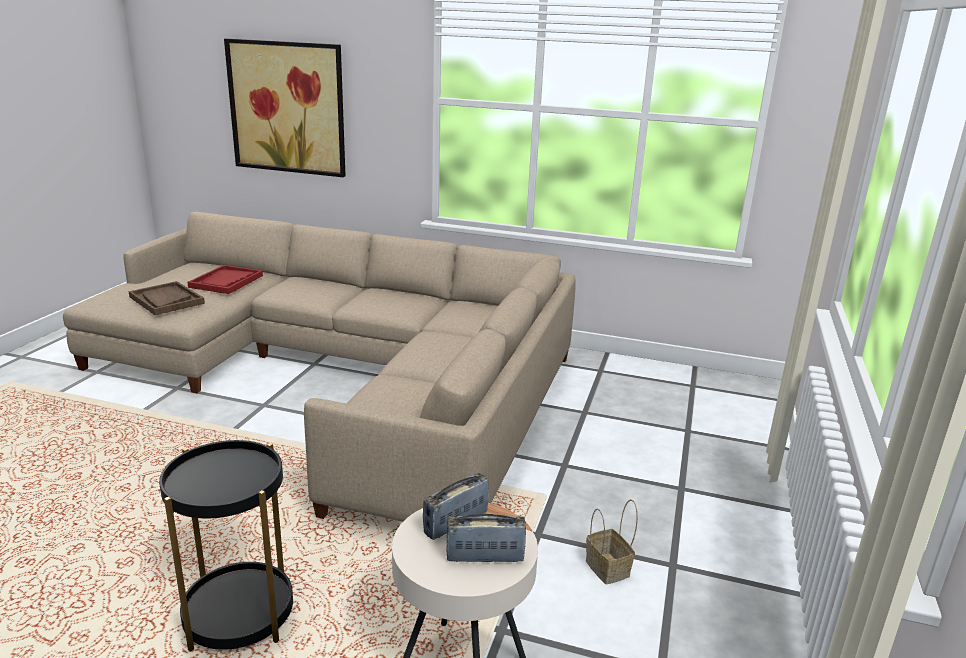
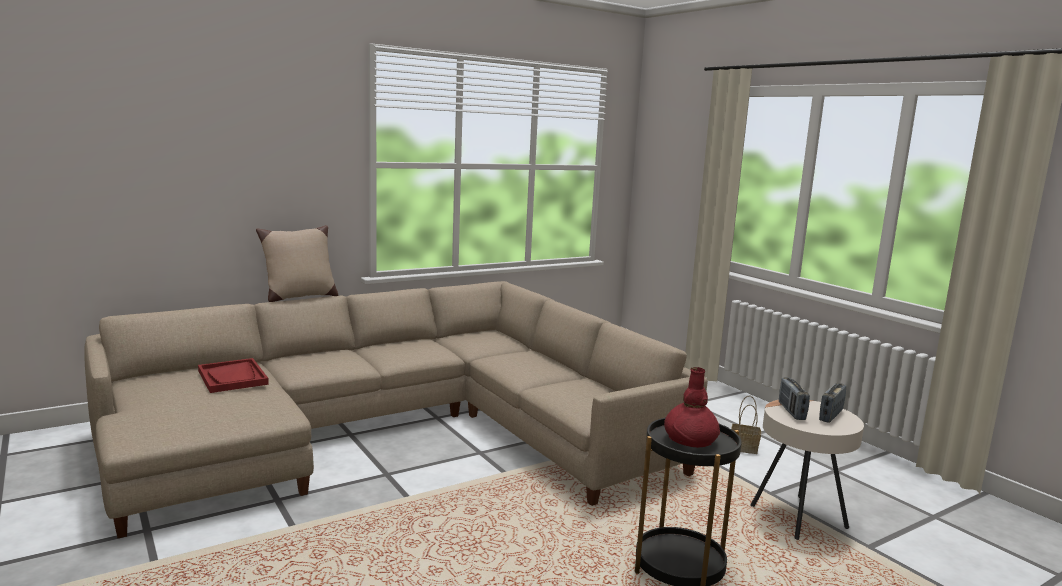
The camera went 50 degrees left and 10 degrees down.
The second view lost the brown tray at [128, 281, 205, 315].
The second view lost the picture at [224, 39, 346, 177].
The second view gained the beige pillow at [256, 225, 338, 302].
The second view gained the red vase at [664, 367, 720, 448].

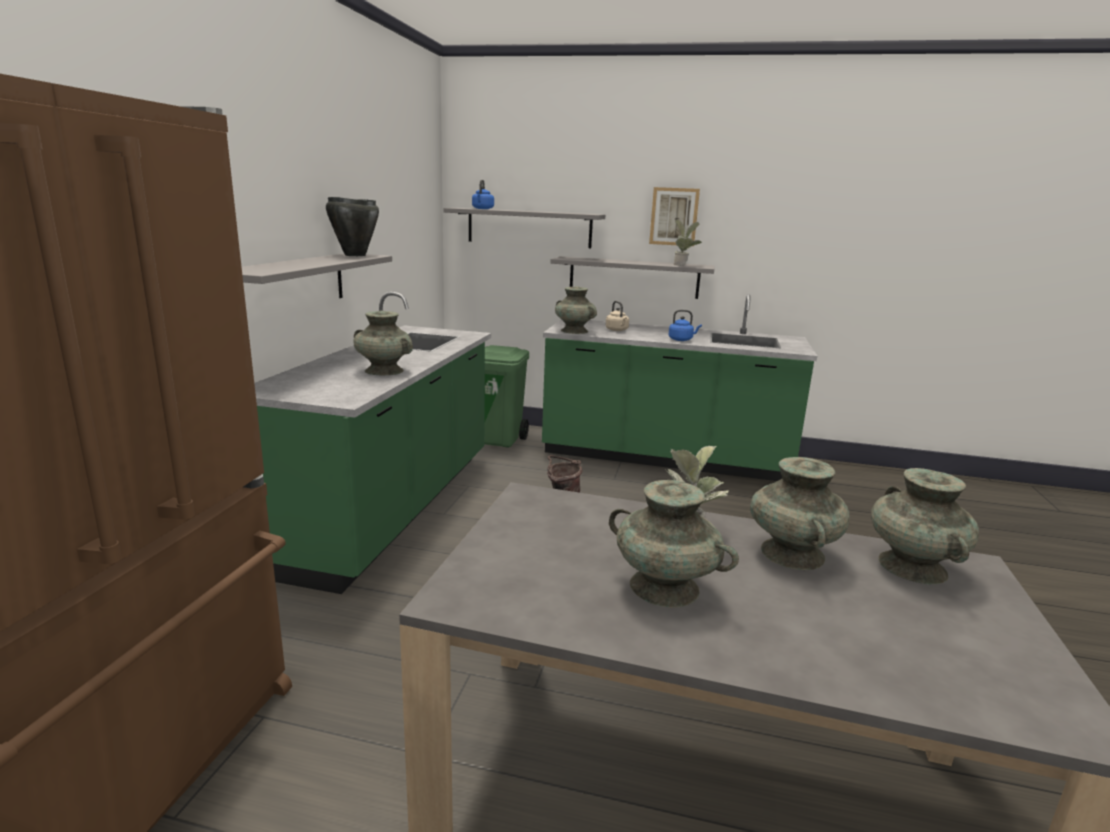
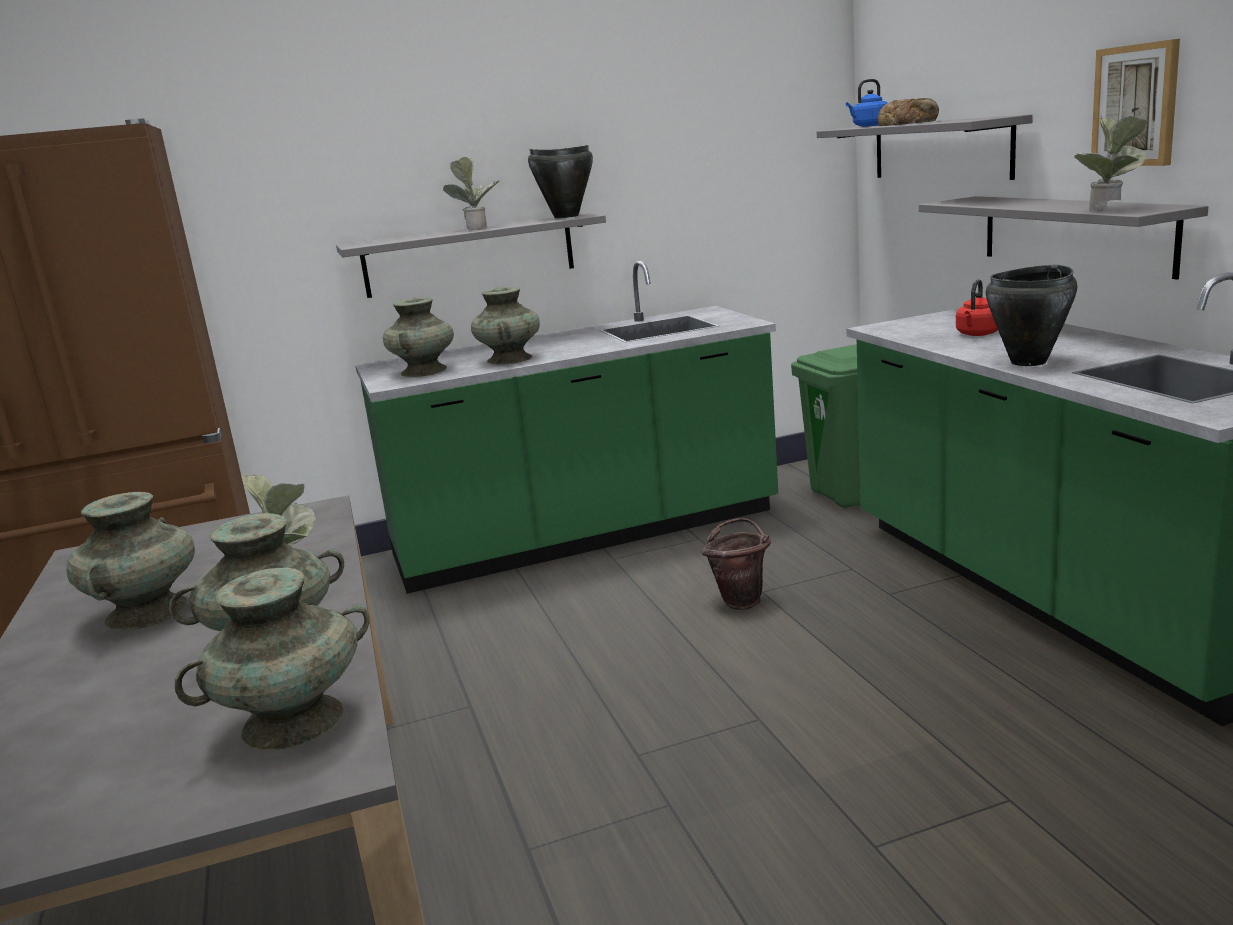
The camera went 60 degrees right and 0 degrees up.
The turquoise vase ended up elsewhere, having gone from [555, 286, 597, 334] to [383, 298, 454, 377].
What was the beige kettle at [606, 301, 629, 331] turned into the red kettle at [956, 279, 998, 336].
Where the blue kettle stood at [669, 310, 702, 341], the black cooking pot came to stand at [986, 265, 1077, 366].
The second view gained the potted plant at [443, 157, 499, 230].
The second view gained the bread at [878, 98, 939, 126].

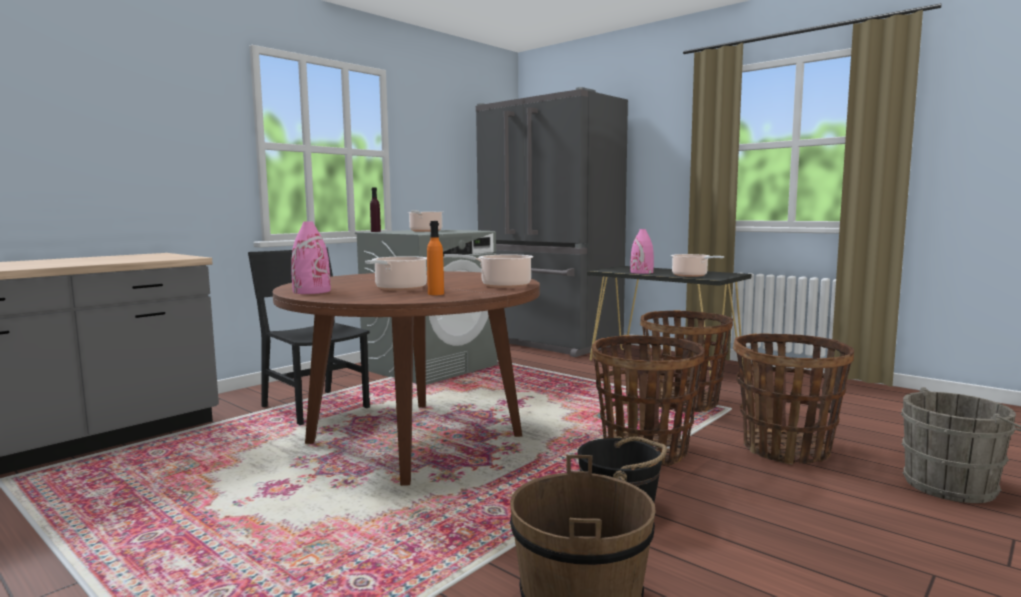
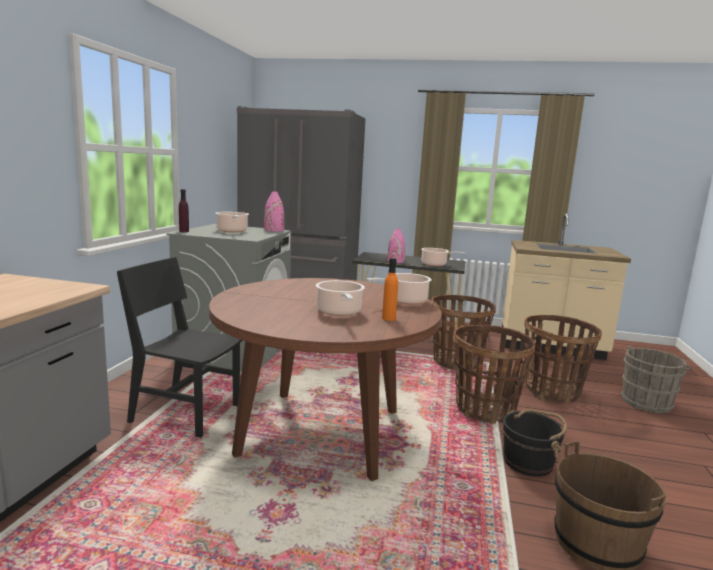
The camera went 30 degrees left and 5 degrees up.
The pink vase ended up elsewhere, having gone from [291, 221, 331, 294] to [264, 191, 284, 232].
The second view gained the beige counter at [502, 213, 631, 360].

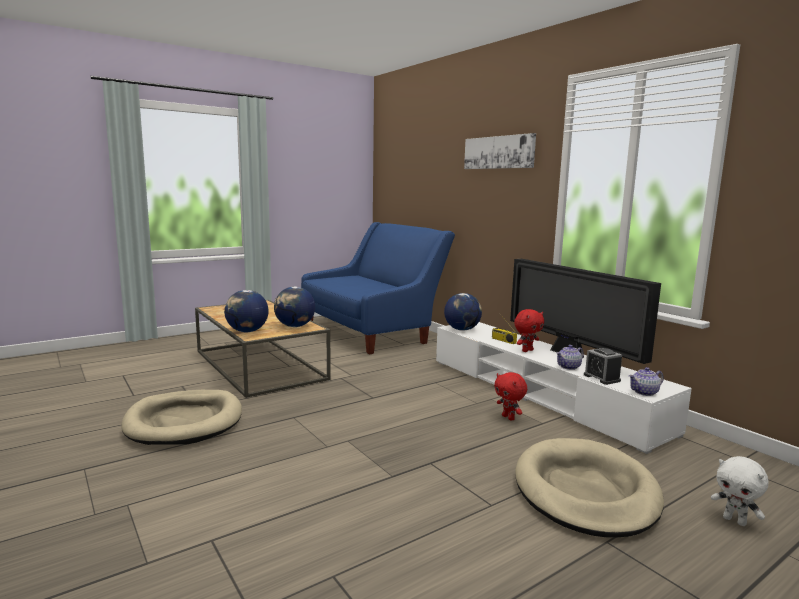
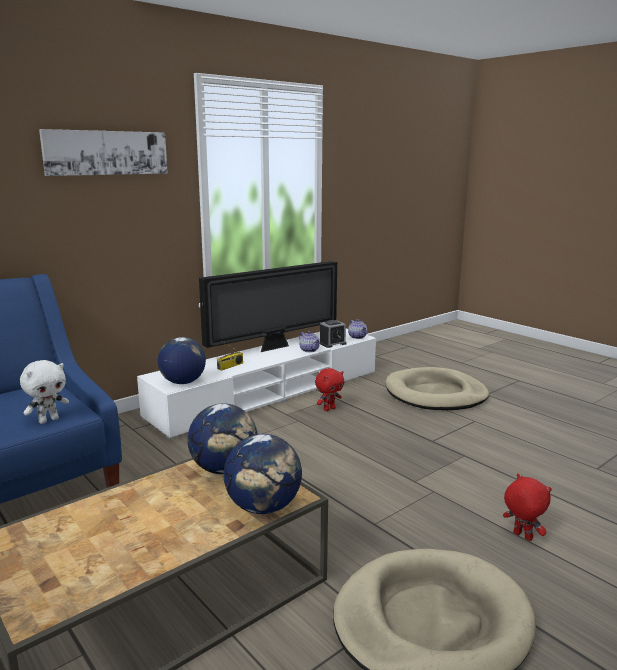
The camera went 95 degrees left and 5 degrees up.
The red plush toy ended up elsewhere, having gone from [514, 309, 544, 352] to [503, 474, 552, 541].
The white plush toy ended up elsewhere, having gone from [711, 456, 768, 526] to [20, 360, 69, 424].

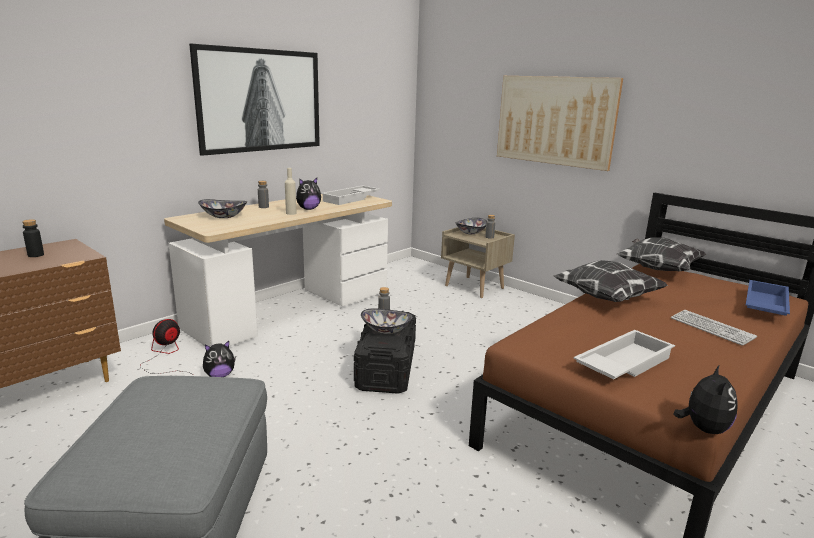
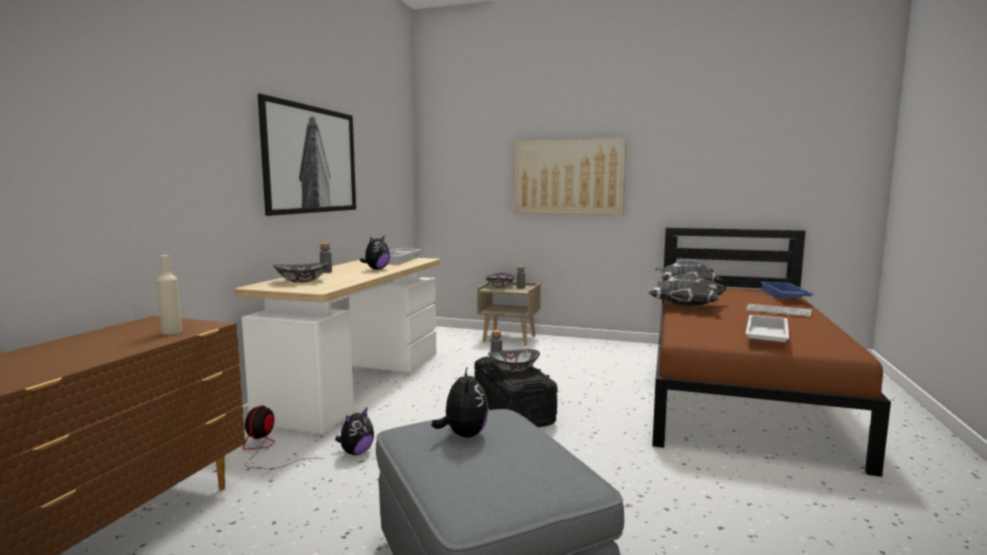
The camera went 25 degrees left and 10 degrees down.
The second view lost the black bottle at [22, 219, 44, 257].
The beige bottle ended up elsewhere, having gone from [285, 168, 297, 215] to [157, 255, 182, 335].
The plush toy ended up elsewhere, having gone from [673, 364, 738, 434] to [432, 368, 488, 438].

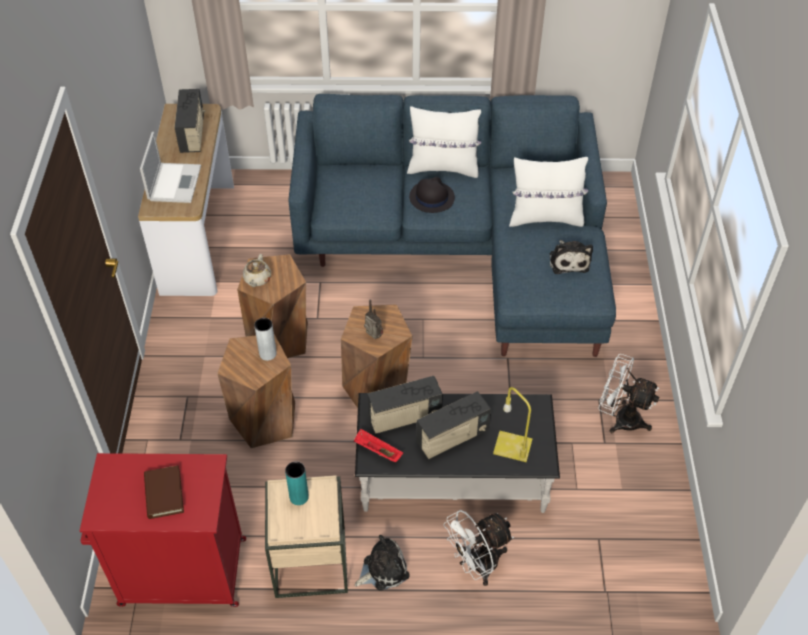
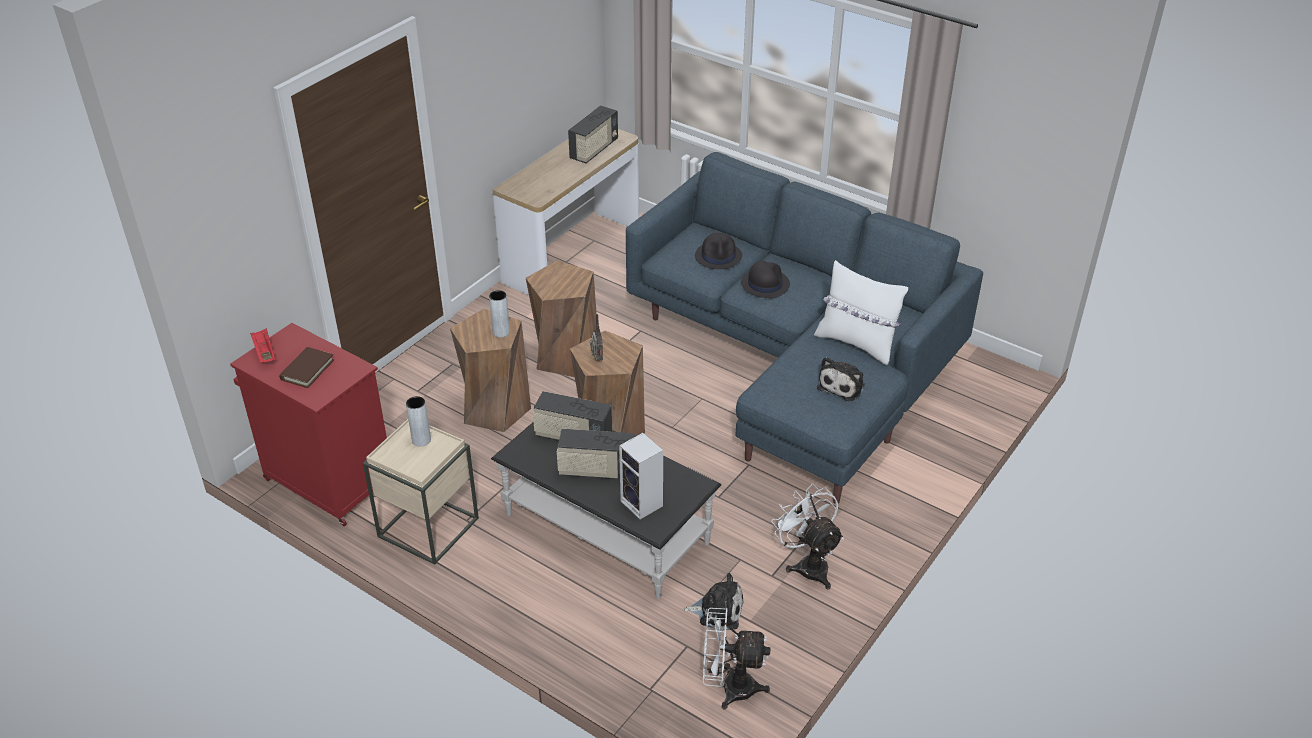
The camera went 35 degrees right and 10 degrees down.
The second view lost the laptop at [140, 132, 201, 203].
The second view lost the beige teapot at [243, 254, 271, 287].
What was the turquoise vase at [285, 462, 309, 505] turned into the grey vase at [406, 396, 431, 447].
The red tray ended up elsewhere, having gone from [354, 429, 403, 462] to [250, 328, 275, 363].
The plush toy ended up elsewhere, having gone from [355, 535, 410, 591] to [683, 573, 744, 630].
The second view lost the white pillow at [407, 106, 481, 178].
The white fan ended up elsewhere, having gone from [443, 510, 514, 586] to [703, 608, 771, 709].
Where the yellow table lamp stood at [493, 387, 533, 462], the speaker came to stand at [619, 433, 663, 519].
The second view gained the black hat at [695, 233, 742, 269].

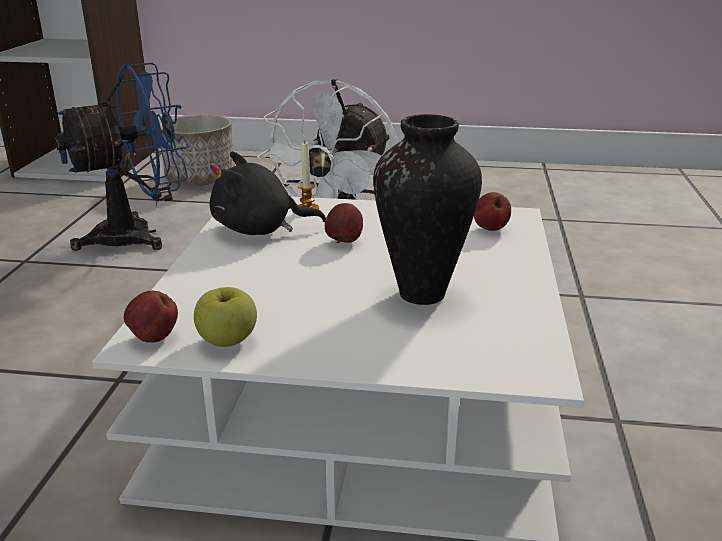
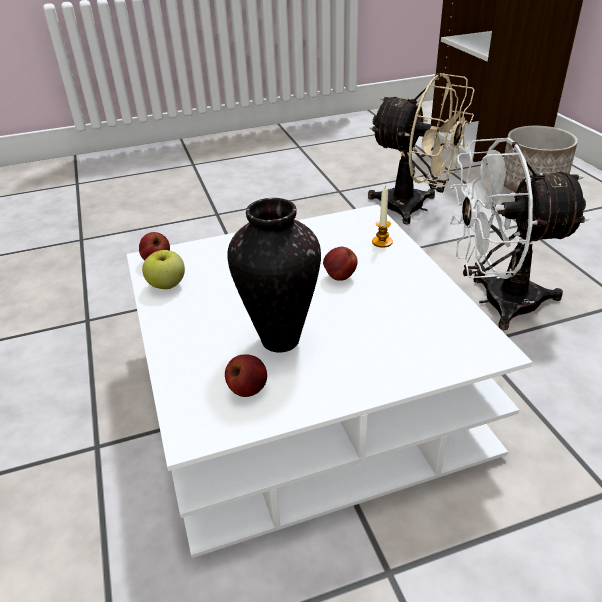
The camera went 65 degrees right and 10 degrees up.
What was the blue fan at [55, 63, 189, 251] turned into the beige fan at [368, 73, 474, 224].
The second view lost the black plush toy at [210, 152, 326, 235].
The apple ended up elsewhere, having gone from [474, 192, 511, 231] to [225, 354, 267, 397].

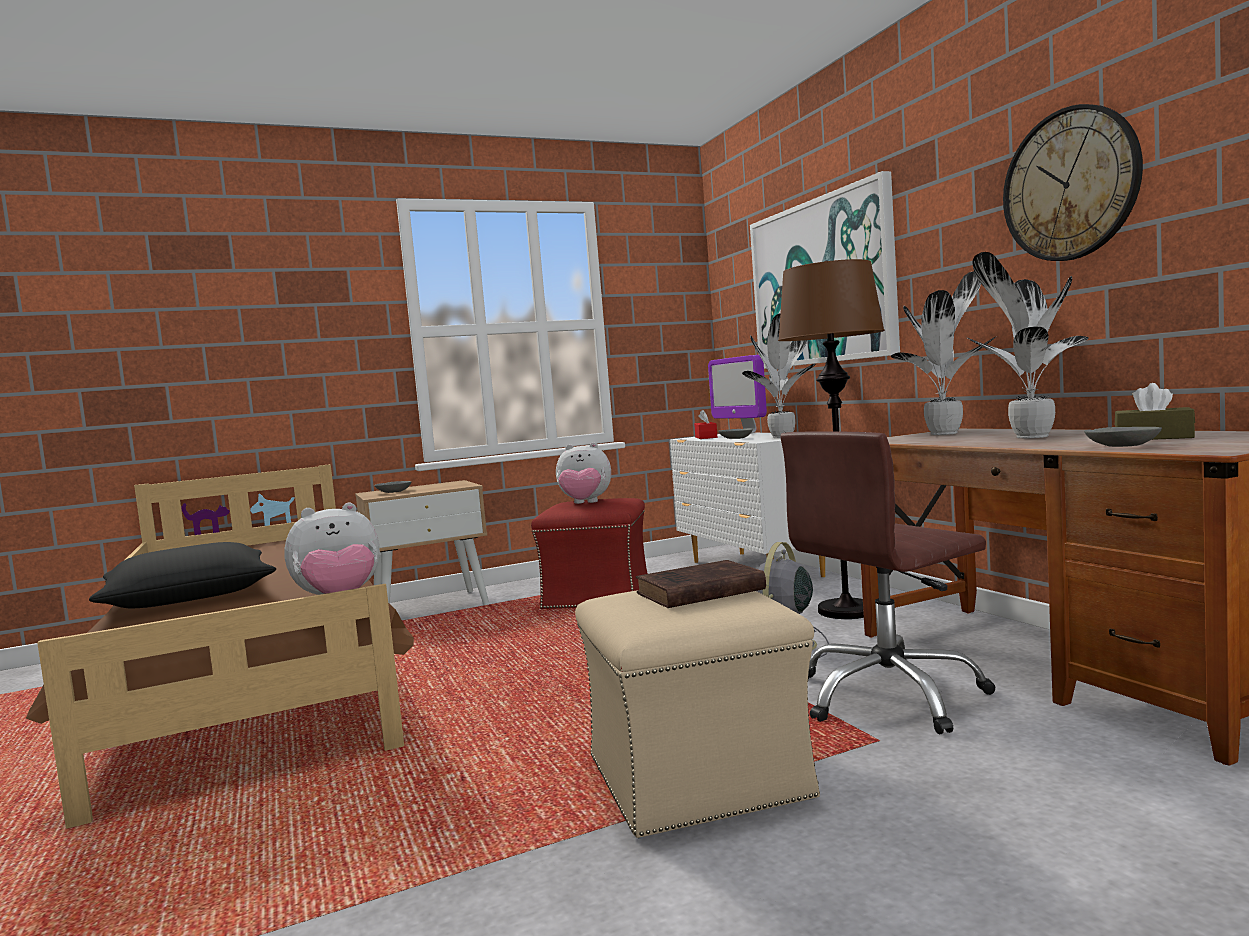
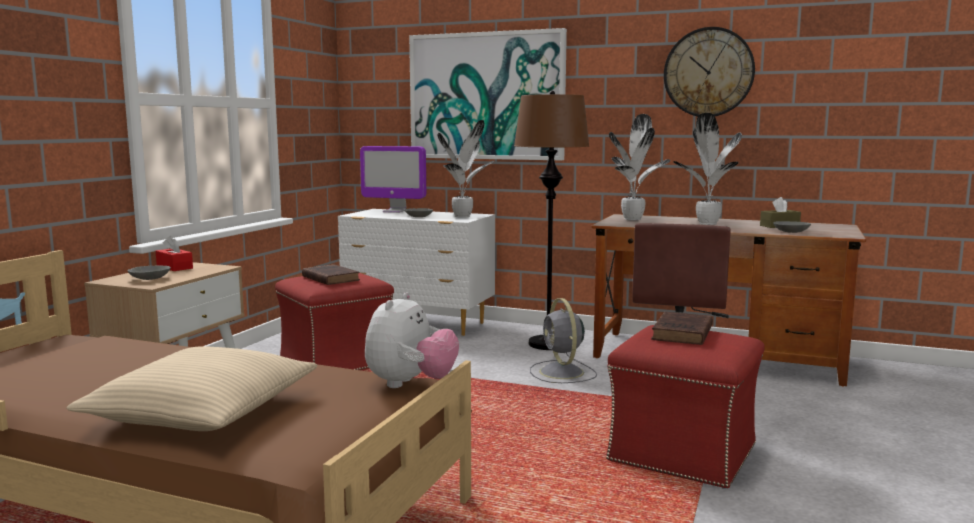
The camera went 45 degrees left and 5 degrees up.
What was the black pillow at [89, 542, 276, 608] turned into the beige pillow at [66, 346, 317, 431].
Where the plush toy stood at [556, 442, 611, 504], the brown book came to stand at [302, 264, 360, 285].
What was the beige ottoman at [575, 590, 820, 839] turned into the red ottoman at [606, 325, 765, 489].
The red tissue box ended up elsewhere, having gone from [694, 410, 717, 439] to [156, 236, 193, 271].

